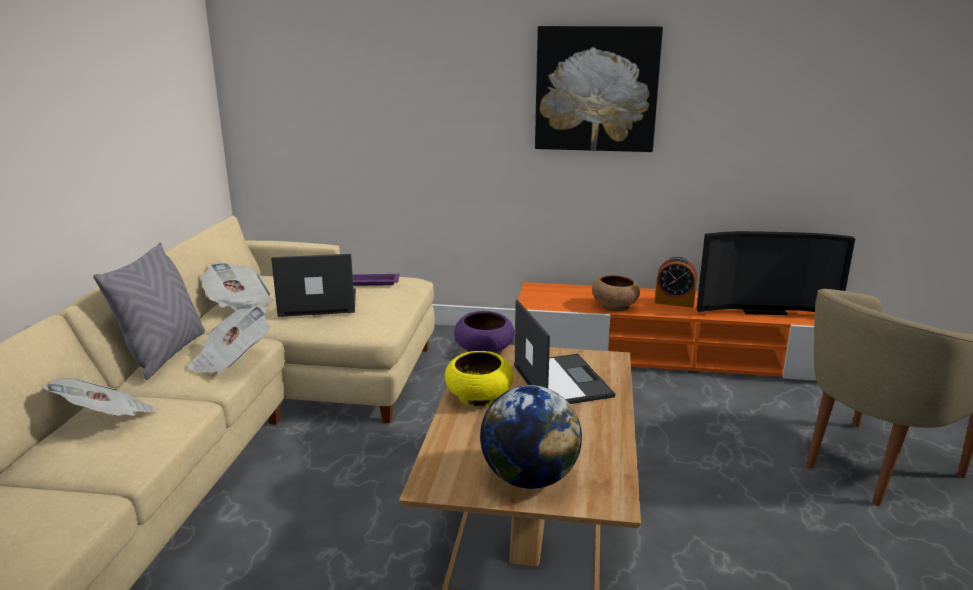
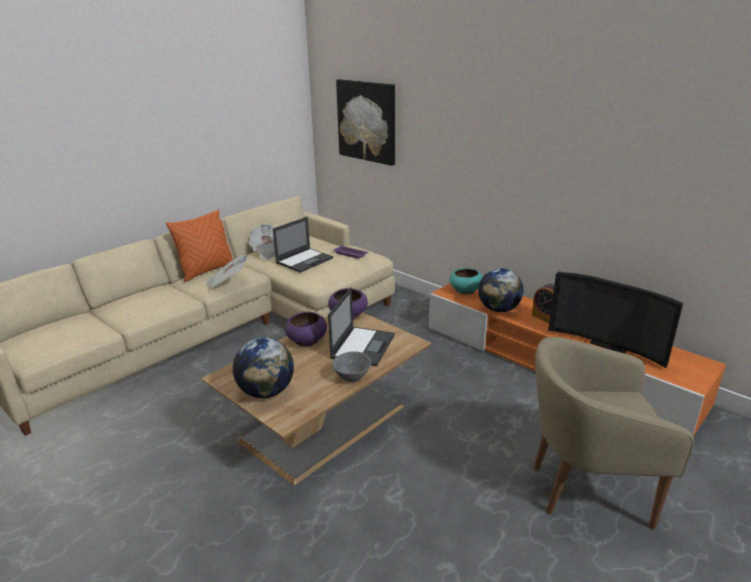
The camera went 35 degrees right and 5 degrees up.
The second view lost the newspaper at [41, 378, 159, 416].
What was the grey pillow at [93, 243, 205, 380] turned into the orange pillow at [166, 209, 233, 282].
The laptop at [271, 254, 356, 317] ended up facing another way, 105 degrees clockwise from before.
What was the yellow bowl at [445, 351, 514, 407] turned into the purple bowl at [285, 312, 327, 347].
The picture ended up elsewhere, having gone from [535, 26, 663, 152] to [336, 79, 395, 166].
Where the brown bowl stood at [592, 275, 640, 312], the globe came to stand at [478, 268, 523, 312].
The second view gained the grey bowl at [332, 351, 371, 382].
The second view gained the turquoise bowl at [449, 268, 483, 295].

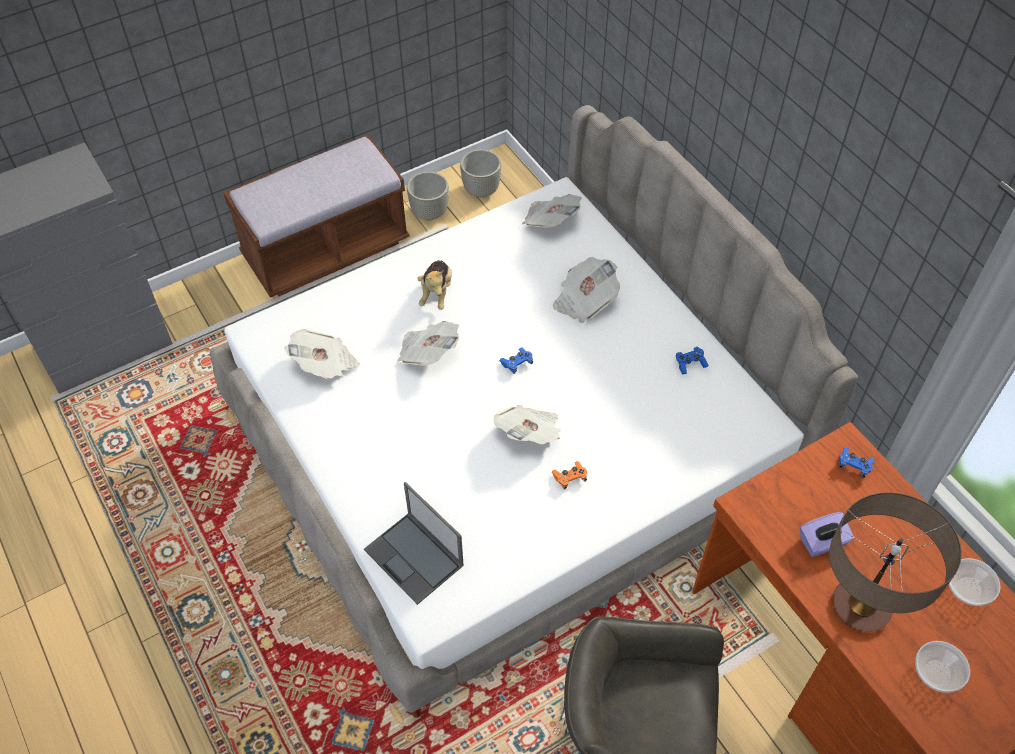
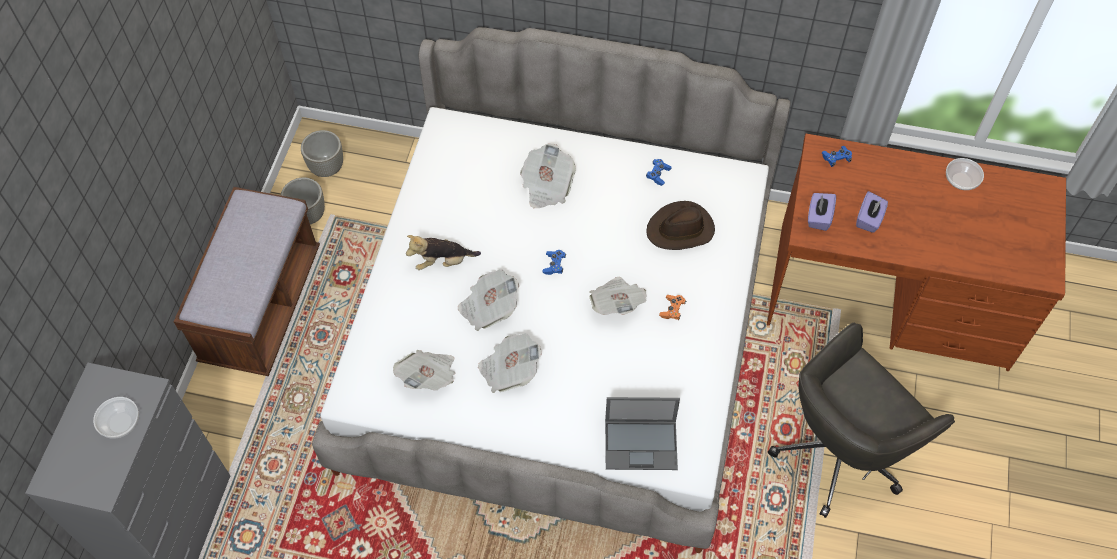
The camera went 45 degrees left and 5 degrees up.
The plush toy at [418, 260, 452, 310] ended up facing another way, 120 degrees clockwise from before.
The newspaper ended up elsewhere, having gone from [522, 194, 582, 228] to [478, 333, 542, 393].
The second view lost the table lamp at [829, 493, 961, 632].
The bowl ended up elsewhere, having gone from [915, 641, 970, 693] to [93, 397, 139, 439].
The second view gained the brown hat at [646, 201, 715, 250].
The second view gained the purple tissue box at [808, 193, 836, 231].

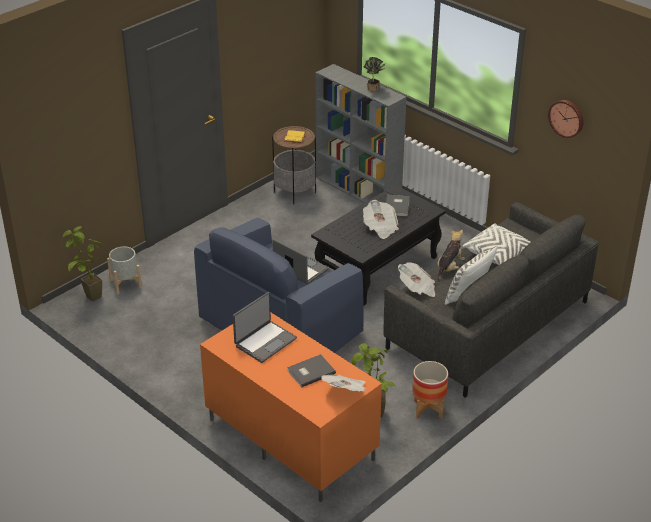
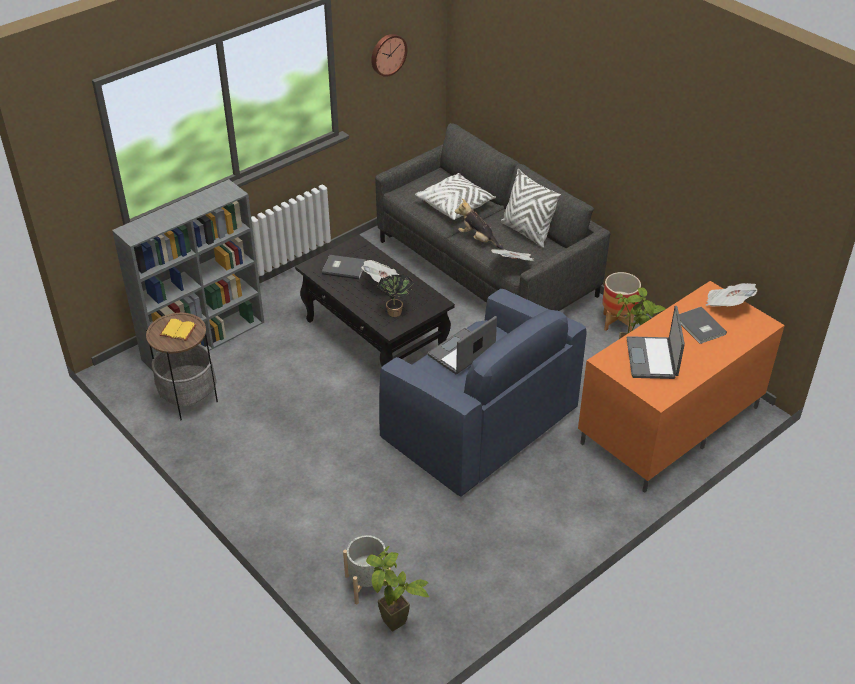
The camera went 85 degrees left and 5 degrees up.
The laptop at [233, 292, 297, 363] ended up facing another way, 135 degrees counterclockwise from before.
The potted plant ended up elsewhere, having gone from [364, 57, 385, 91] to [377, 275, 414, 317].

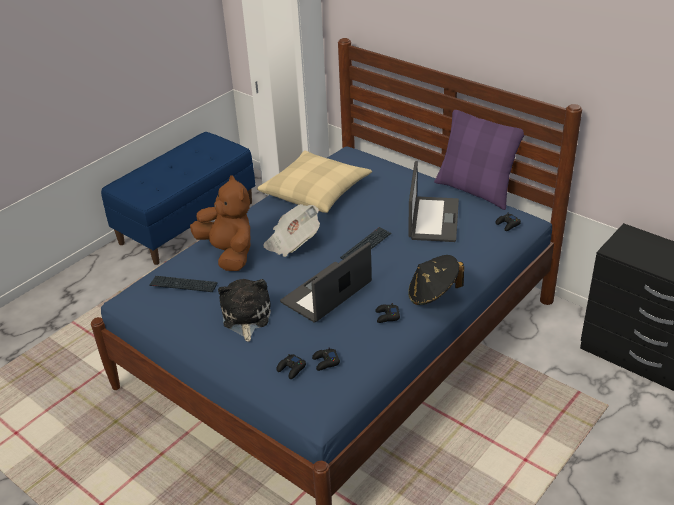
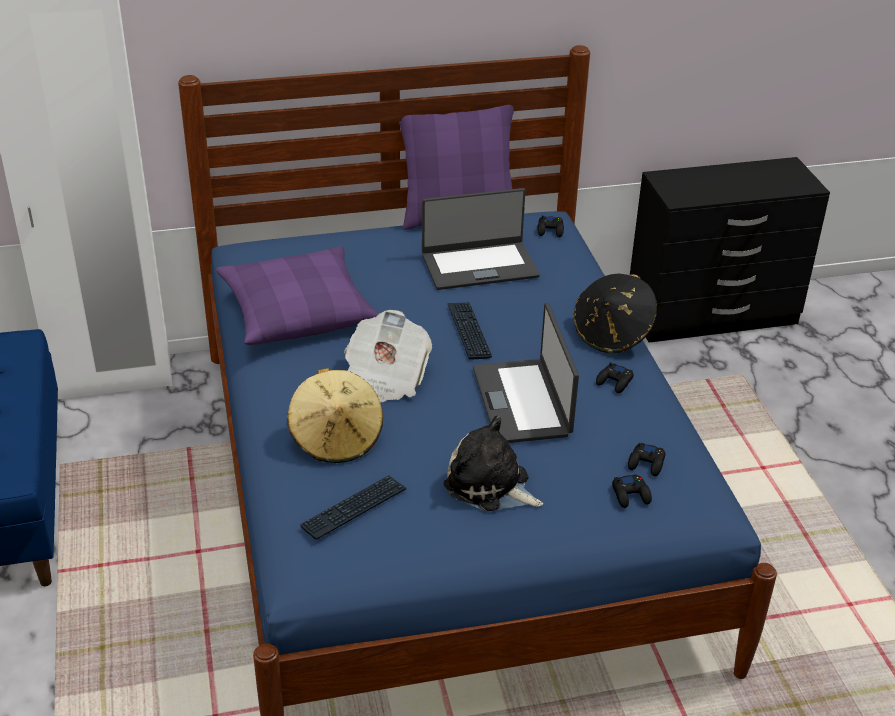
The camera went 55 degrees left and 0 degrees up.
Where the brown plush toy stood at [190, 175, 251, 271], the beige hat came to stand at [287, 368, 383, 463].
What was the beige pillow at [257, 151, 372, 213] turned into the purple pillow at [216, 246, 379, 345].
The laptop at [408, 161, 459, 242] ended up facing another way, 120 degrees clockwise from before.

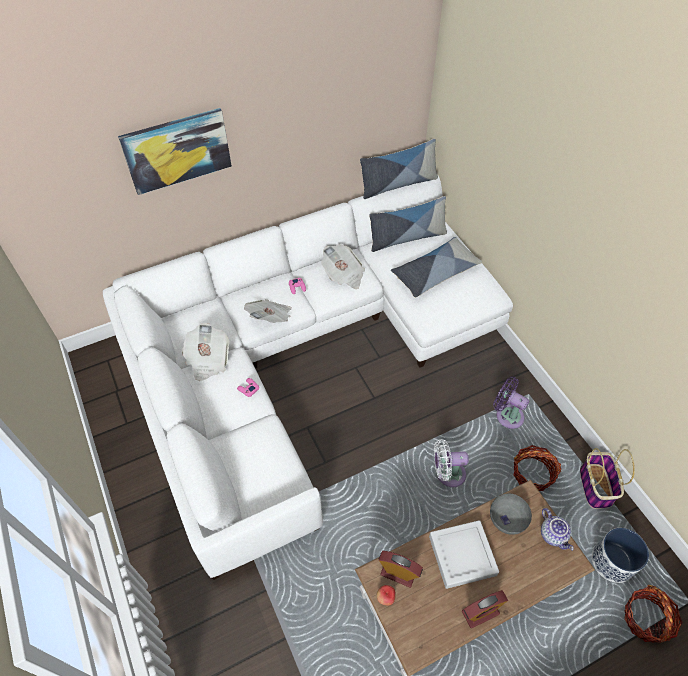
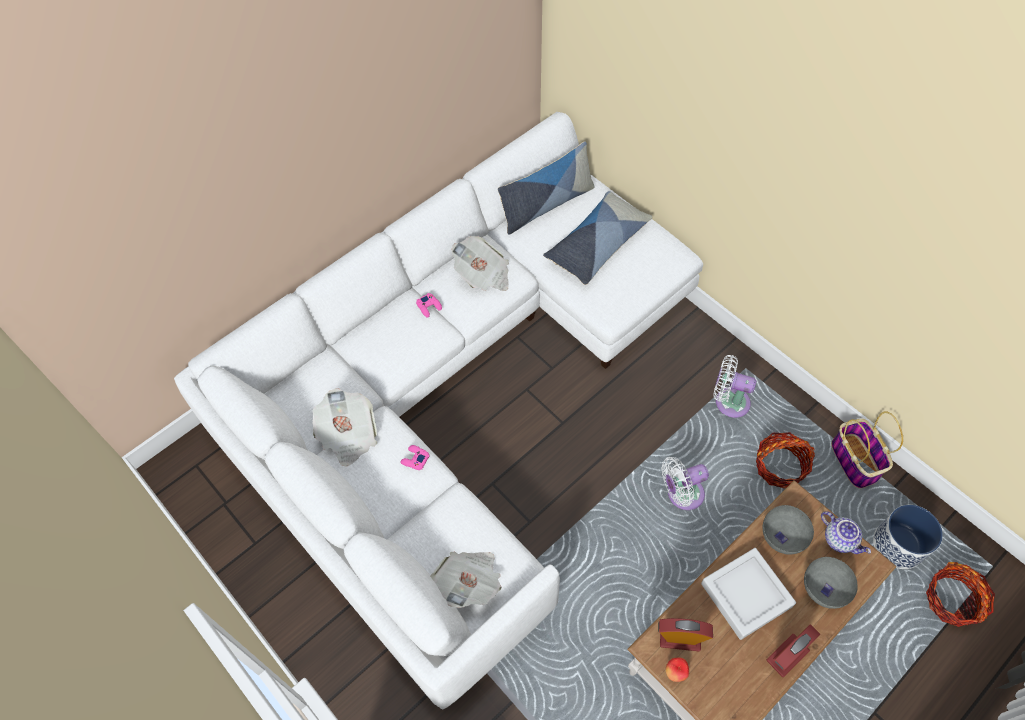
The camera went 15 degrees left and 5 degrees up.
The second view lost the picture at [118, 108, 232, 195].
The newspaper ended up elsewhere, having gone from [244, 299, 292, 323] to [430, 552, 501, 608].
The second view lost the pillow at [360, 139, 438, 199].
What was the purple fan at [493, 376, 530, 429] turned into the white fan at [713, 355, 756, 418].
The second view gained the grey bowl at [804, 557, 858, 609].

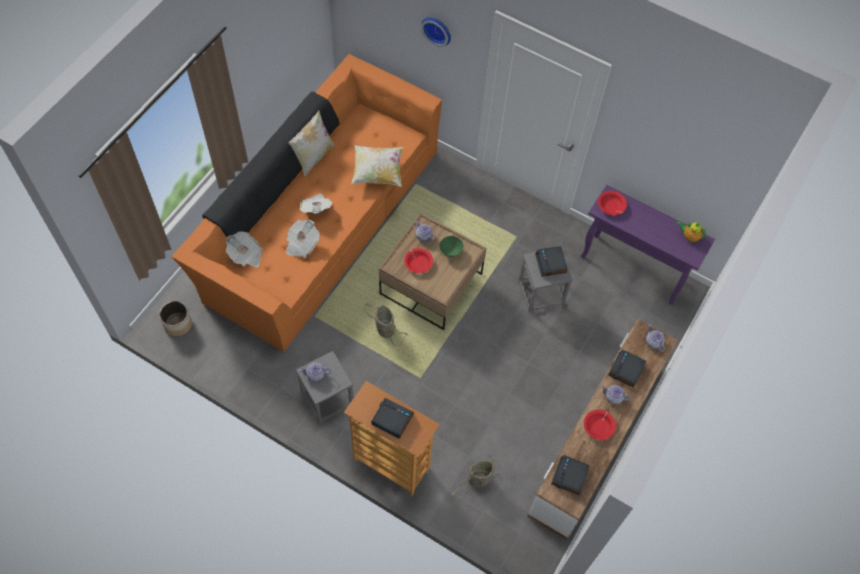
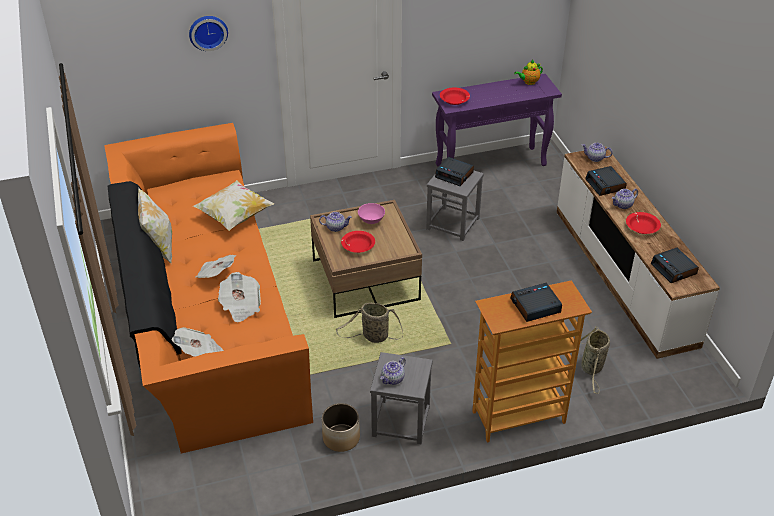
The camera went 45 degrees left and 20 degrees down.
The planter ended up elsewhere, having gone from [159, 301, 192, 336] to [322, 403, 360, 452].
What was the green bowl at [440, 236, 464, 257] turned into the pink bowl at [358, 203, 385, 224].

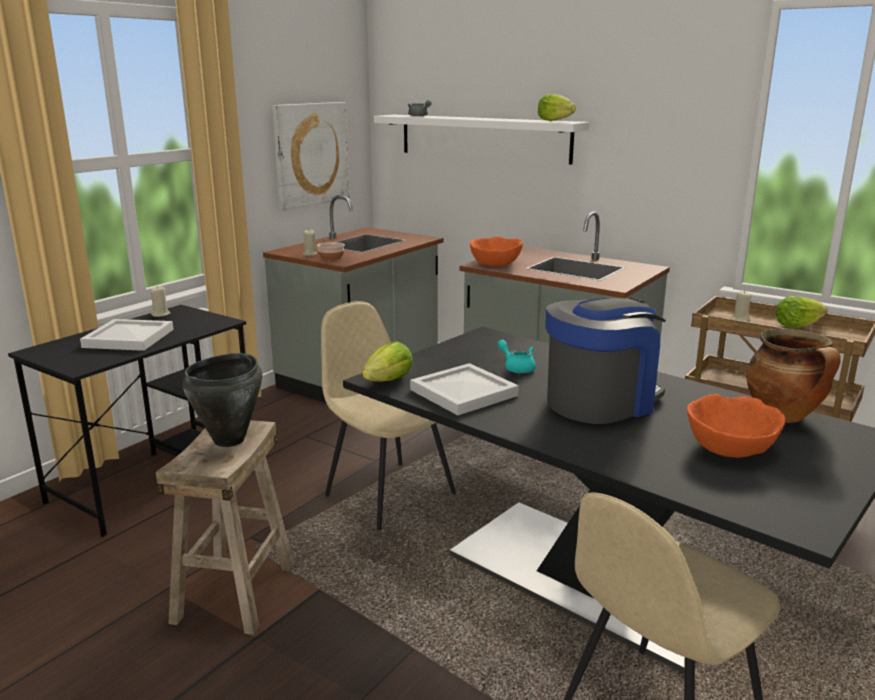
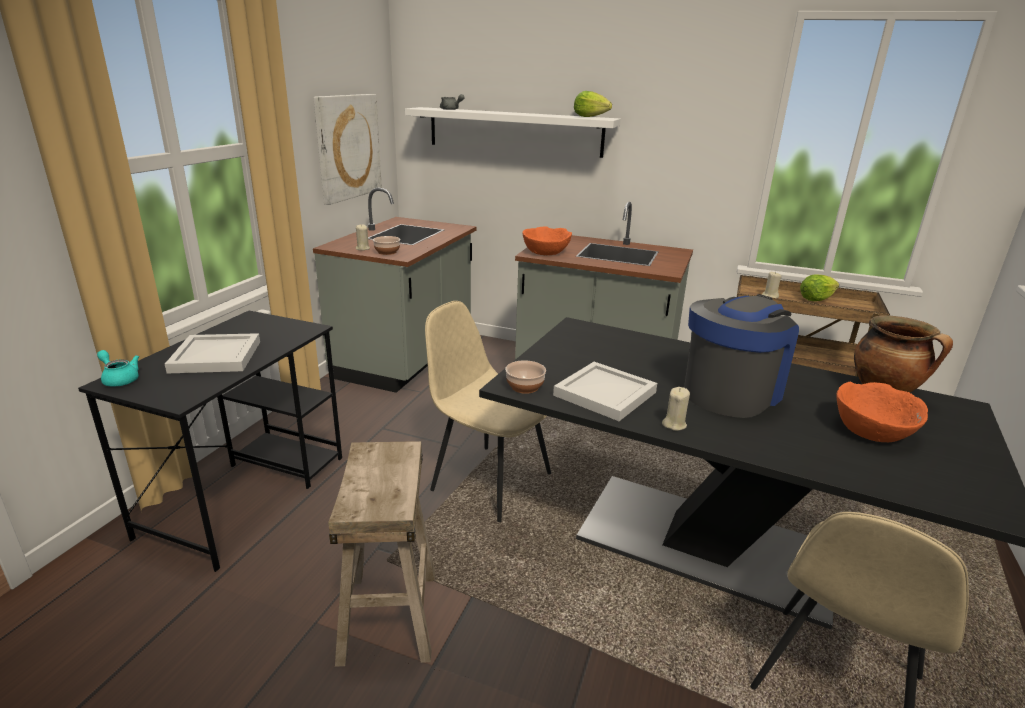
The camera went 15 degrees left and 5 degrees up.
The beige candle ended up elsewhere, having gone from [150, 286, 171, 317] to [662, 387, 690, 431].
The second view lost the black cooking pot at [182, 353, 262, 447].
Where the lettuce stood at [362, 341, 413, 382], the bowl came to stand at [505, 360, 546, 394].
The turquoise teapot ended up elsewhere, having gone from [497, 340, 536, 373] to [97, 350, 139, 387].

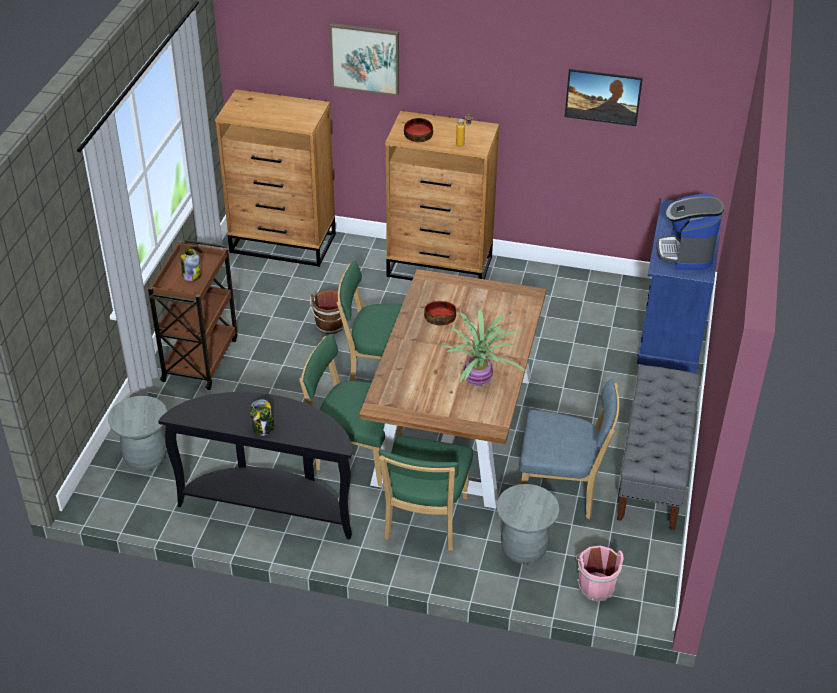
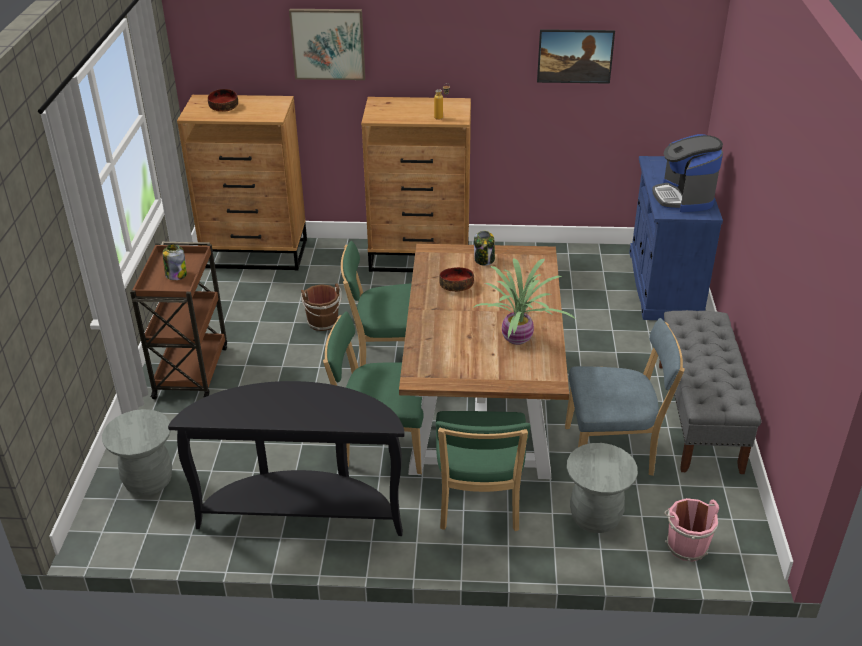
The camera went 10 degrees left and 5 degrees down.
The jar ended up elsewhere, having gone from [249, 399, 275, 436] to [474, 231, 495, 266].
The bowl ended up elsewhere, having gone from [404, 118, 433, 142] to [208, 89, 238, 112].

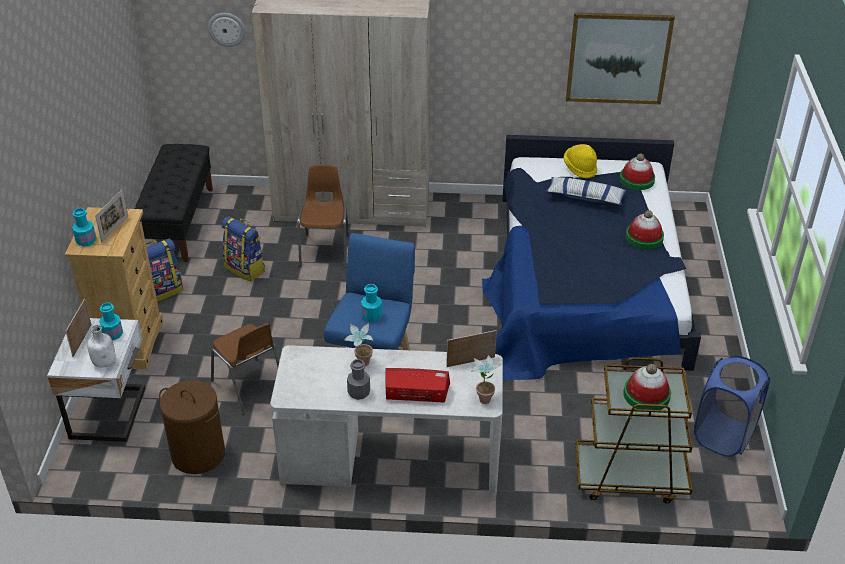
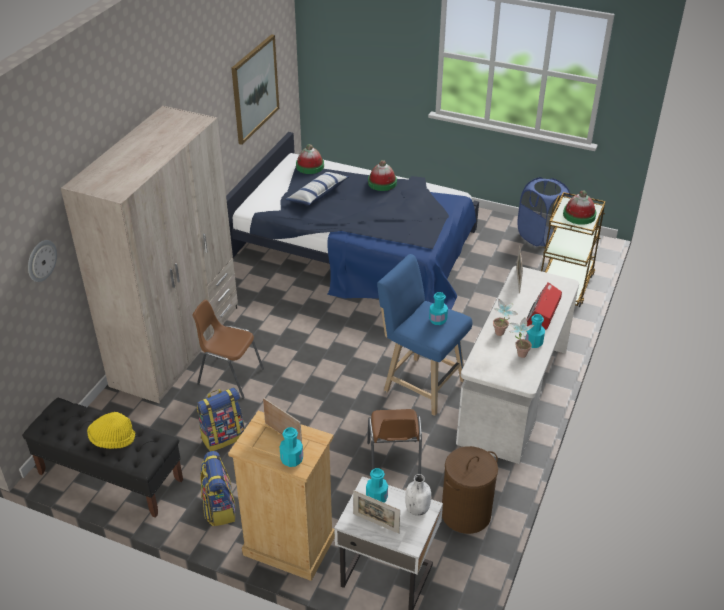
The camera went 70 degrees left and 0 degrees up.
The brown chair at [211, 323, 279, 415] ended up facing another way, 105 degrees clockwise from before.
What was the grey bottle at [347, 359, 370, 400] turned into the turquoise bottle at [525, 314, 545, 348].
The potted plant ended up elsewhere, having gone from [471, 355, 502, 404] to [509, 318, 534, 358].
The yellow hat ended up elsewhere, having gone from [564, 144, 597, 178] to [87, 412, 135, 449].

